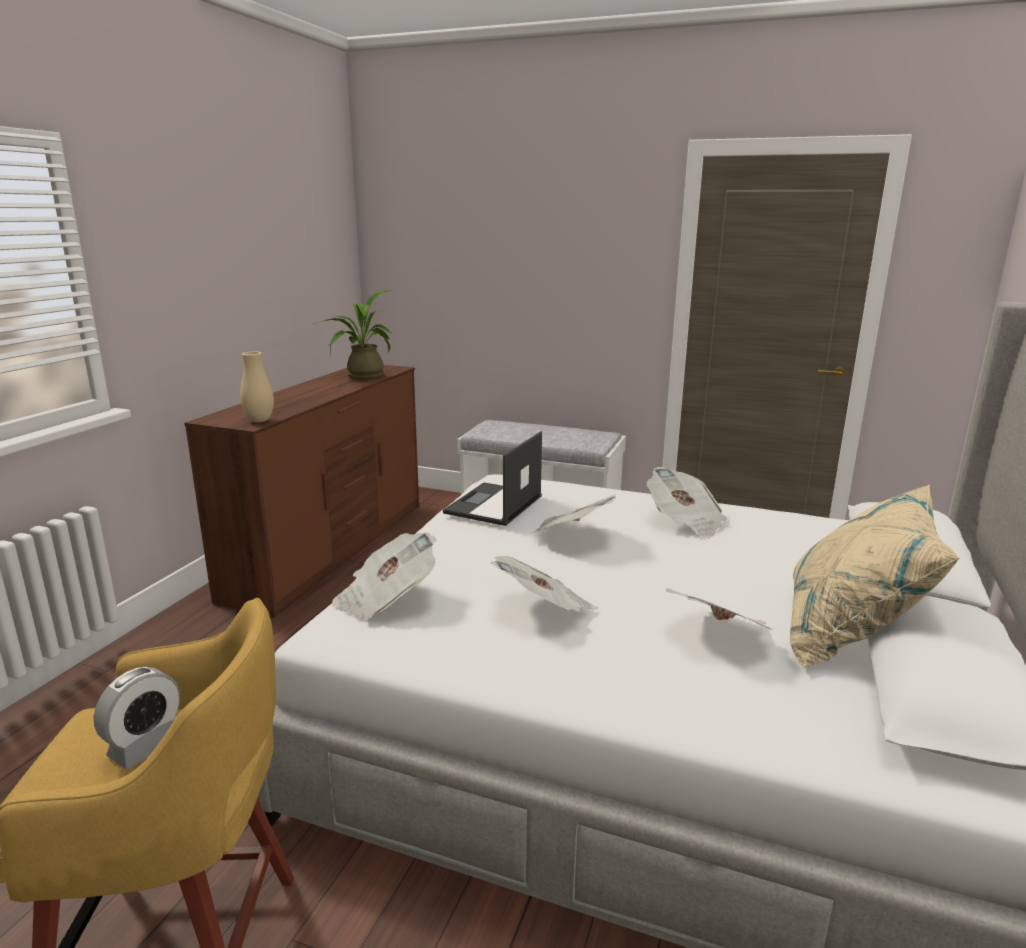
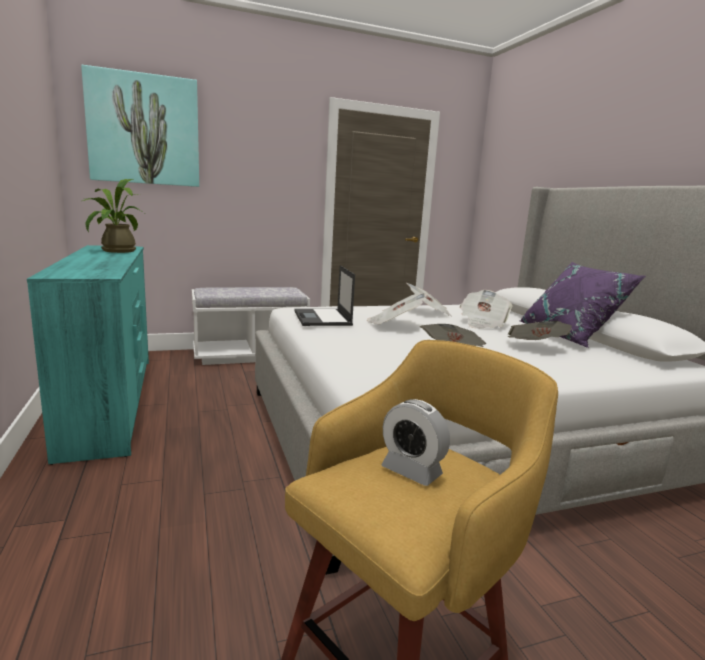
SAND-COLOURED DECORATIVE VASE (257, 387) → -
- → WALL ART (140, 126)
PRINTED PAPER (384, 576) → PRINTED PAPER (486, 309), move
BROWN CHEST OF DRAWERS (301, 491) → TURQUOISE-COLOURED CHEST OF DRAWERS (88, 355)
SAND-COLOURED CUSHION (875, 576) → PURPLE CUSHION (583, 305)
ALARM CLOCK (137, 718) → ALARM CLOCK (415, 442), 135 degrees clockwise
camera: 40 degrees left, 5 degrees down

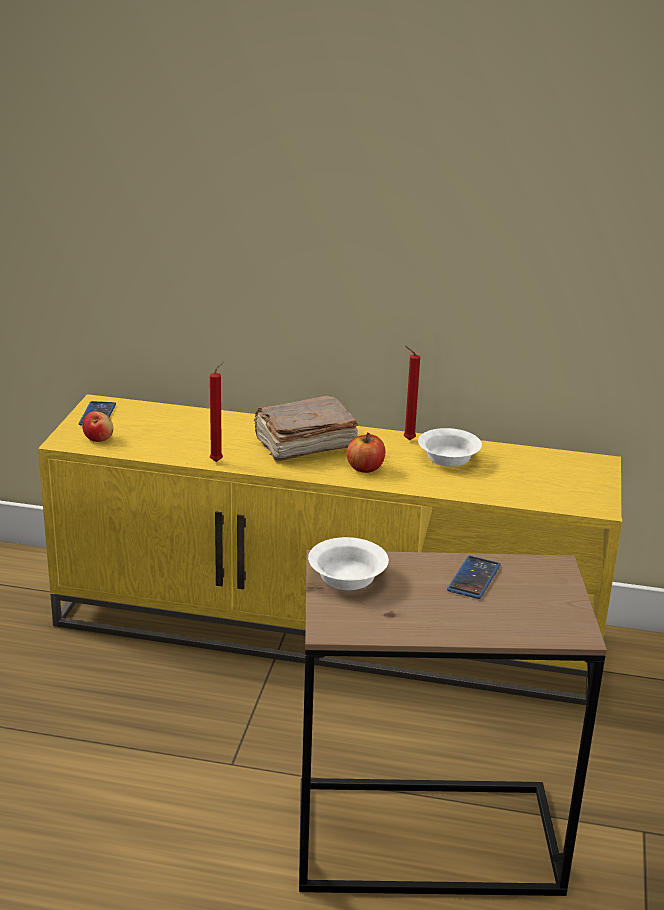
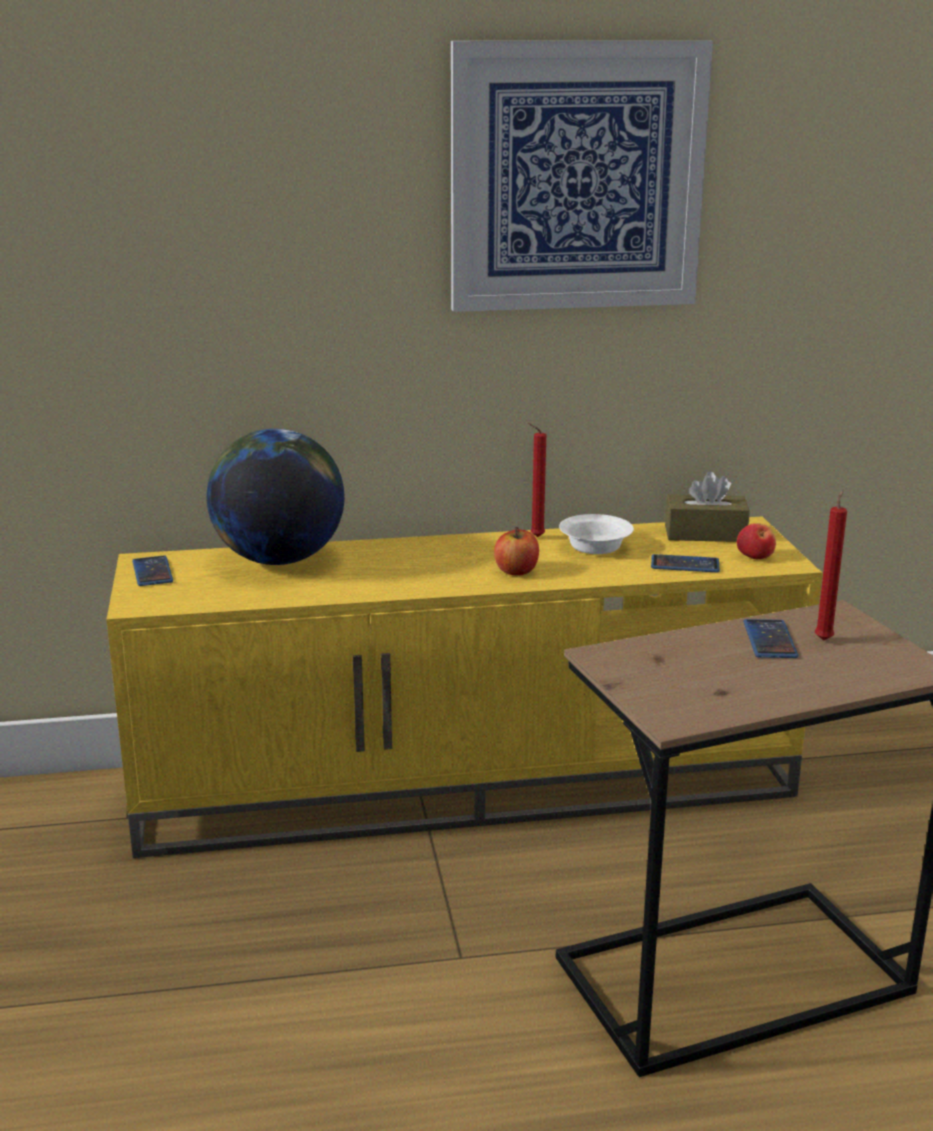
BROWN BOUND BOOK (305, 428) → -
WHITE DEEP DISH (348, 563) → -
- → DESK GLOBE (275, 497)
- → WALL ART (582, 176)
- → HANDSET (685, 563)
- → BROWN TISSUE BOX (707, 506)
WHOLE APPLE (97, 426) → WHOLE APPLE (756, 541), move
RED WAX LIGHT (217, 412) → RED WAX LIGHT (831, 565), move
camera: 20 degrees left, 5 degrees down

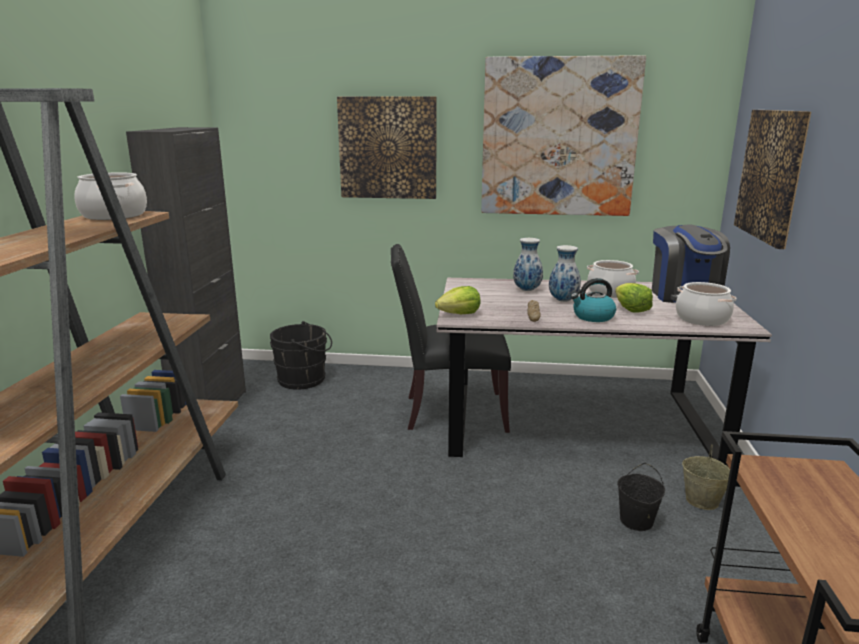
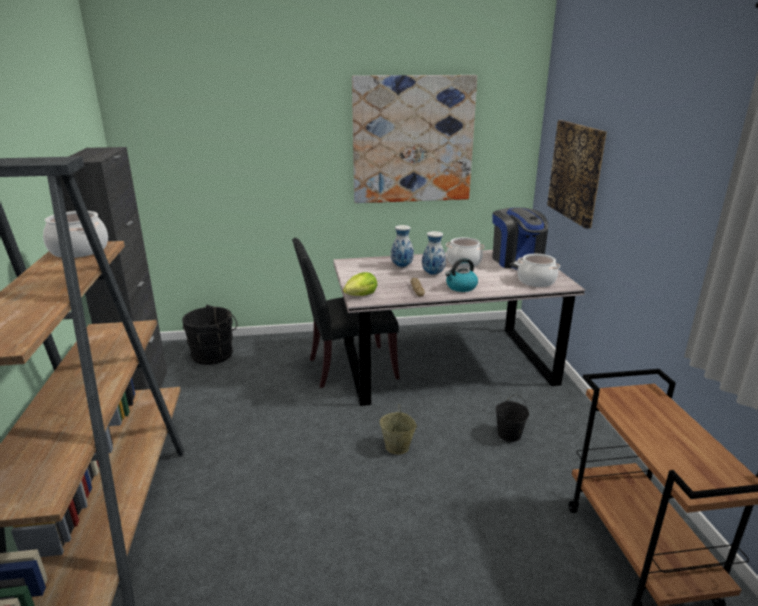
WALL ART (387, 148) → -
LETTUCE (634, 298) → -
SAND-COLOURED PAIL (706, 477) → SAND-COLOURED PAIL (398, 430), move
camera: 15 degrees left, 5 degrees up

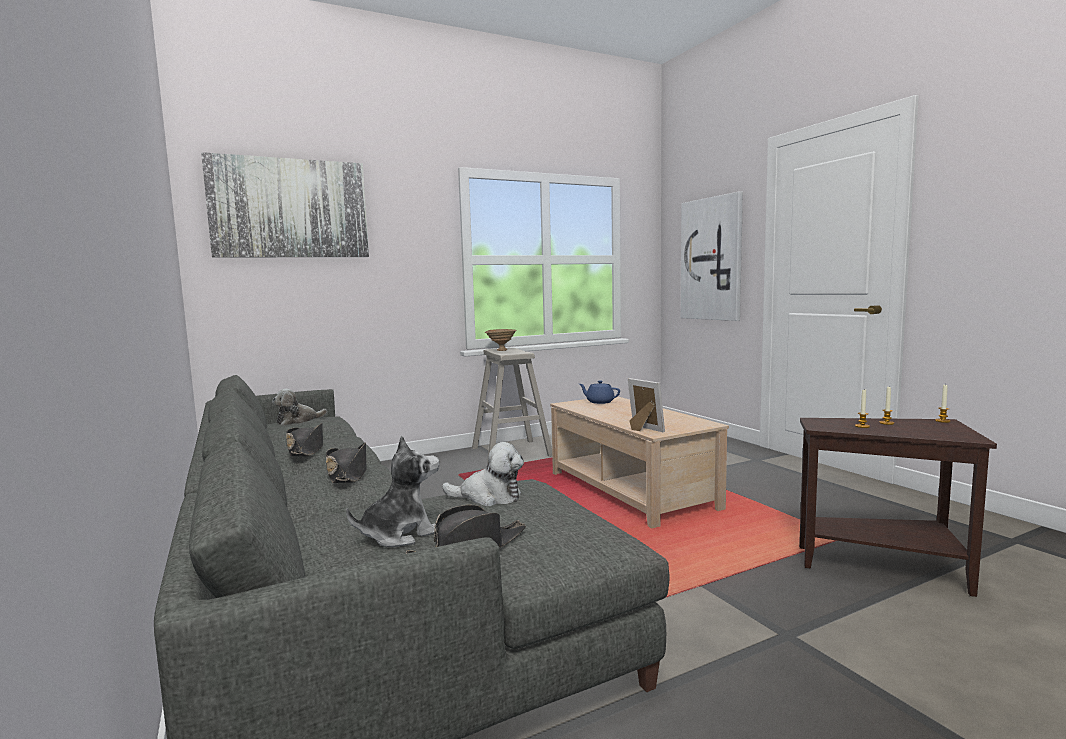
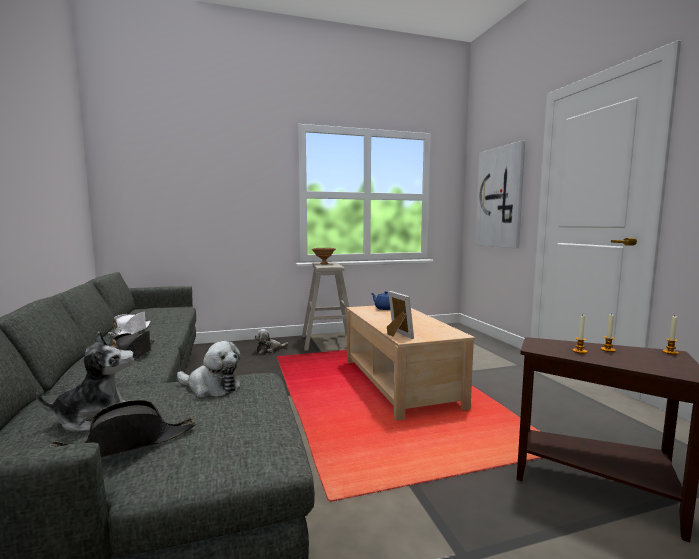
WALL ART (285, 205) → -
PLUSH TOY (299, 406) → PLUSH TOY (271, 341), move
BLACKISH HAT (304, 439) → WHITE HAT (129, 324)
camera: 10 degrees right, 0 degrees up

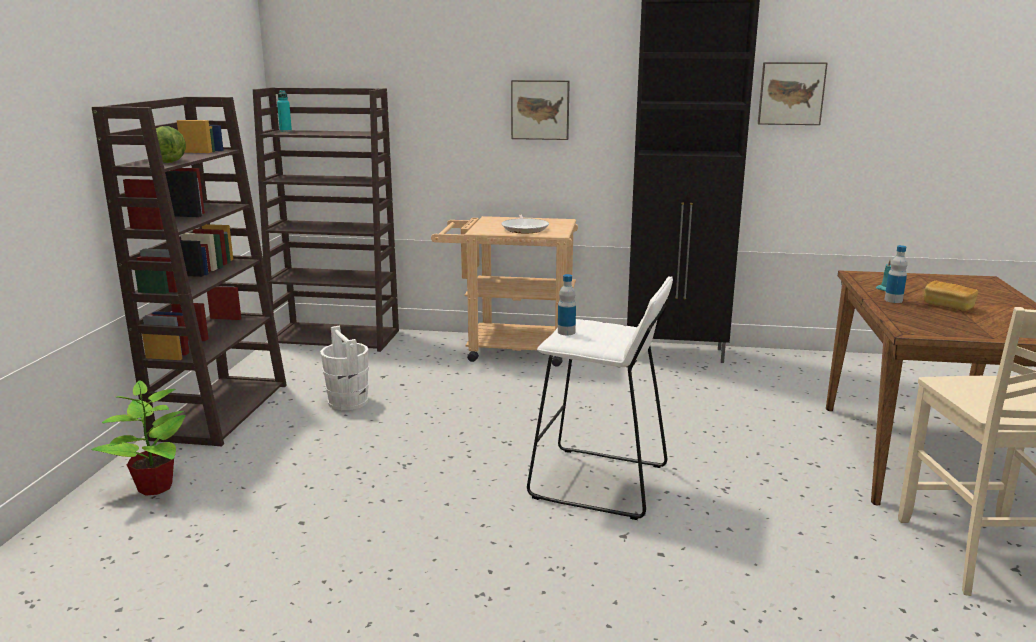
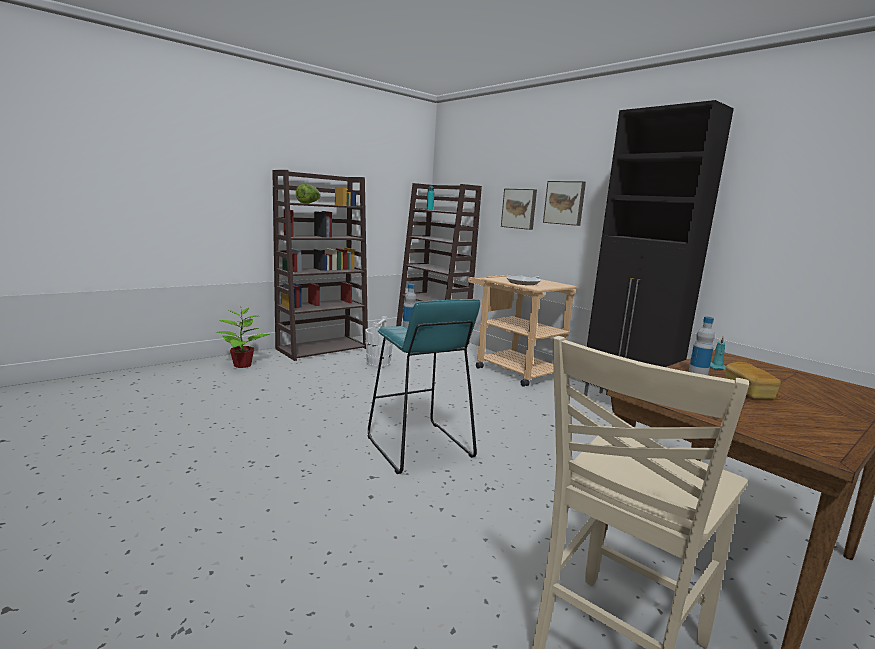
WALL ART (793, 93) → WALL ART (519, 209), move
WHITE STOOL (600, 398) → TURQUOISE-COLOURED STOOL (424, 386)
camera: 40 degrees right, 5 degrees down

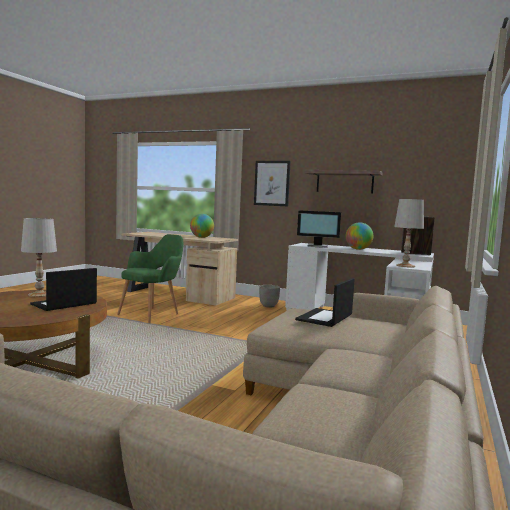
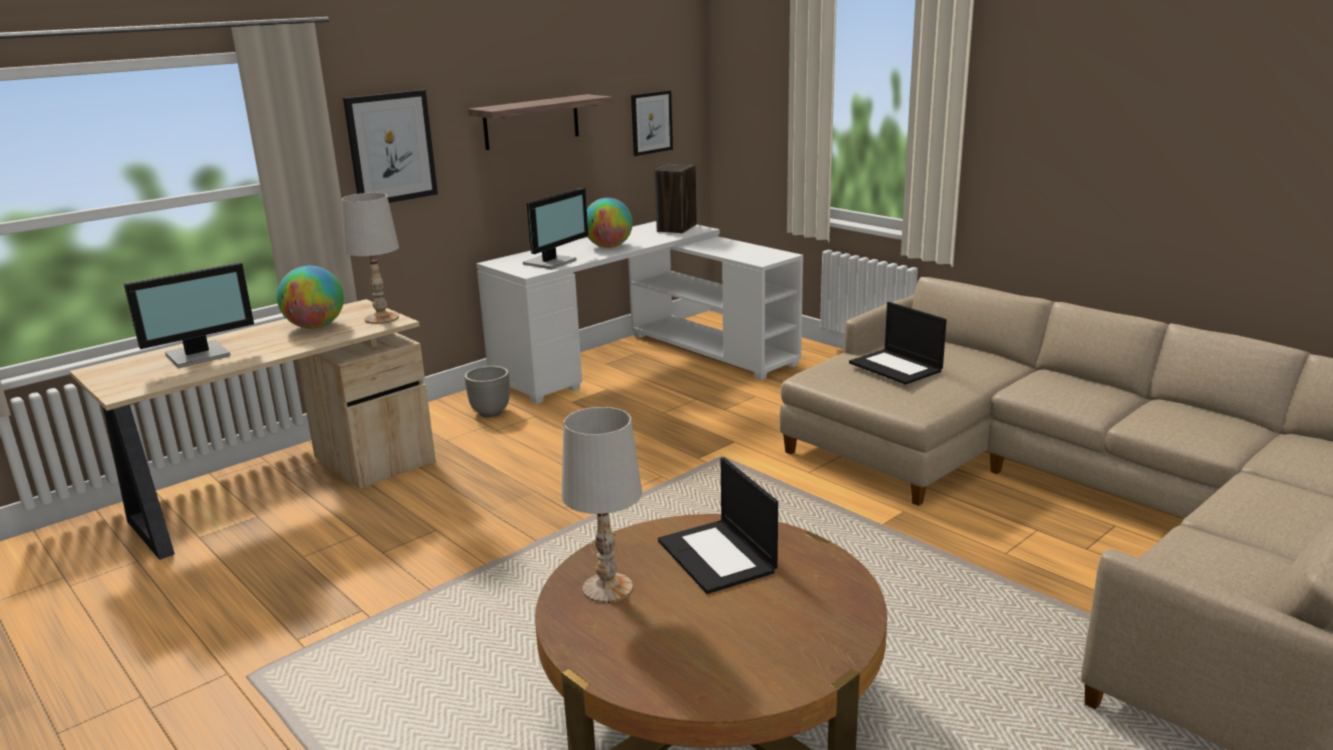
GREEN-COLOURED EASY CHAIR (150, 278) → -
- → COMPUTER DISPLAY (188, 315)
- → WALL ART (652, 123)
WHITE TABLETOP LAMP (409, 233) → WHITE TABLETOP LAMP (370, 258), move
camera: 65 degrees left, 15 degrees up

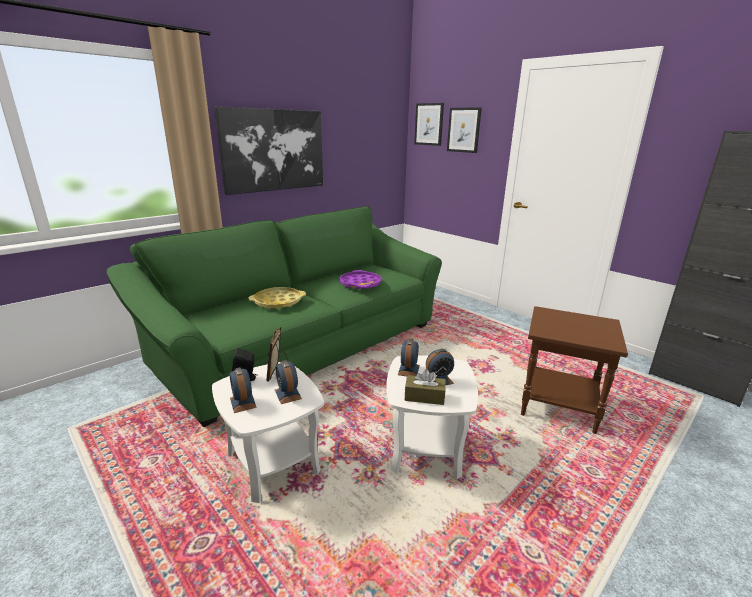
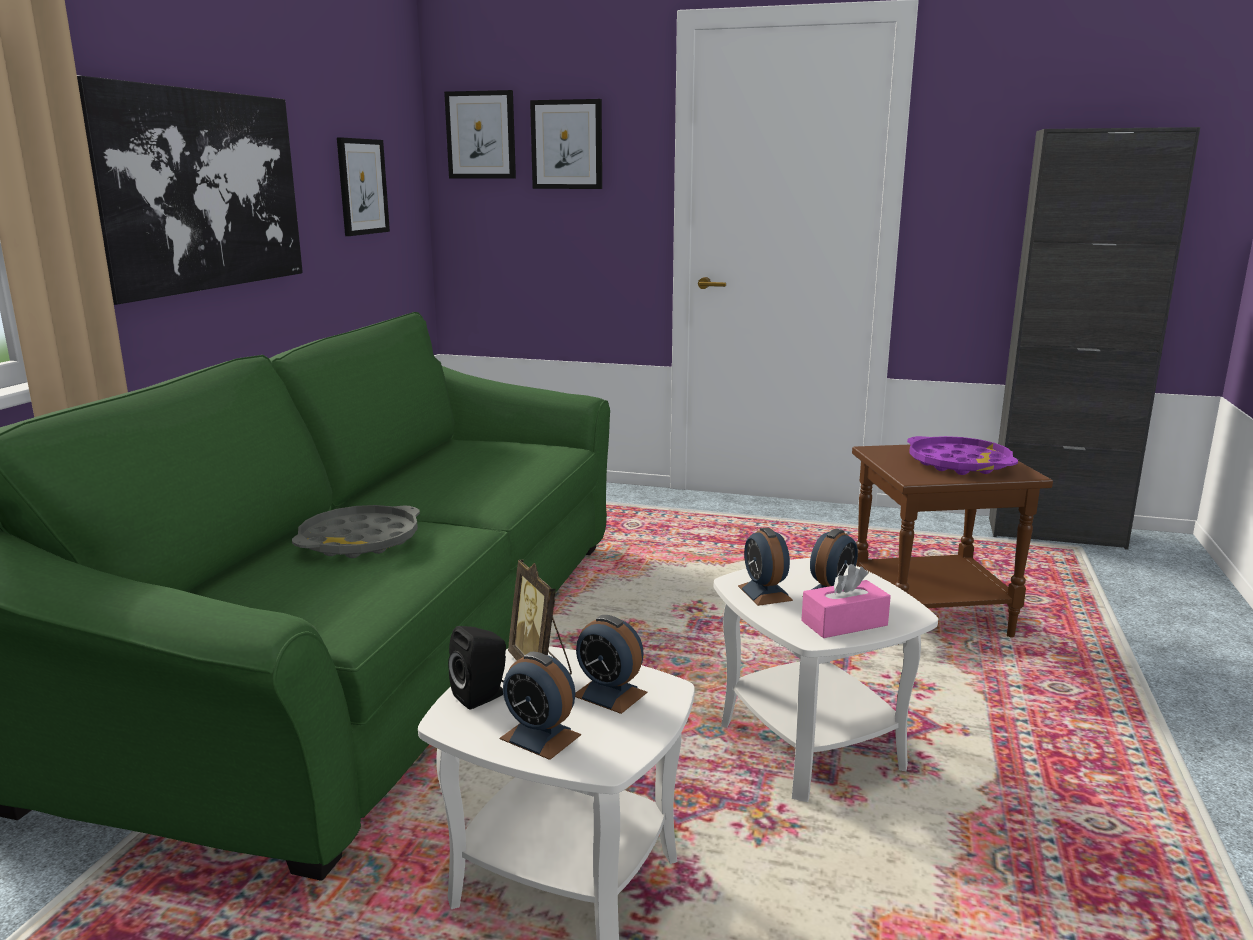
- → WALL ART (363, 186)
PURPLE SERVING TRAY (360, 280) → PURPLE SERVING TRAY (962, 455), move
YELLOWISH SERVING TRAY (277, 298) → GRAY SERVING TRAY (356, 531)
BROWN TISSUE BOX (425, 387) → PINK-COLOURED TISSUE BOX (846, 601)
camera: 30 degrees left, 5 degrees down

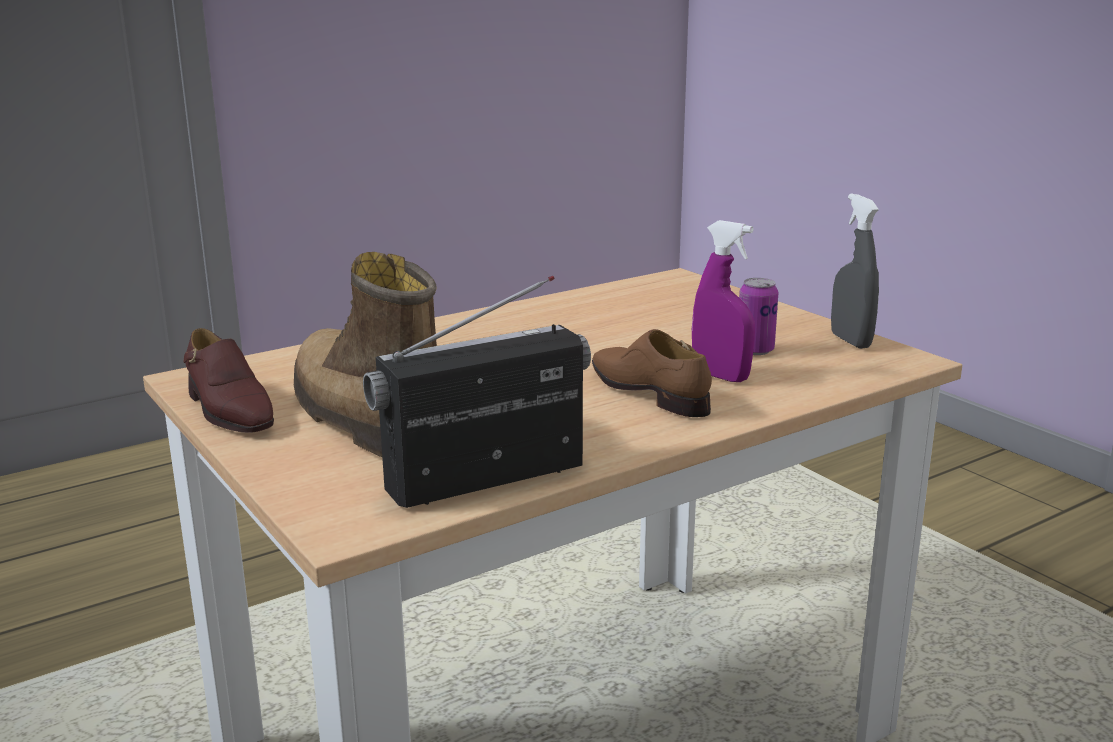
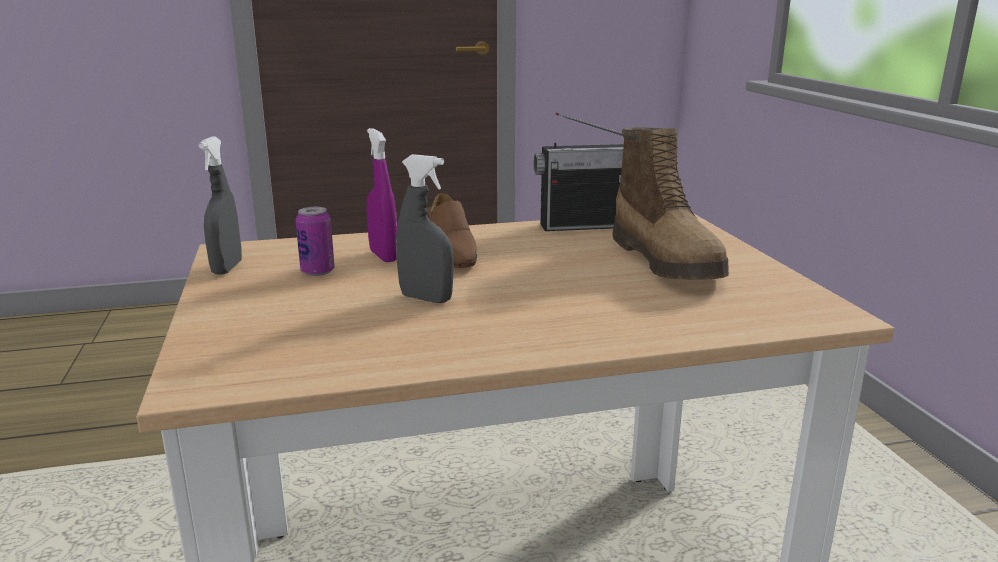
BROWN LOW SHOE (229, 380) → -
- → GRAY SPRAYER (425, 228)
camera: 160 degrees left, 0 degrees up

